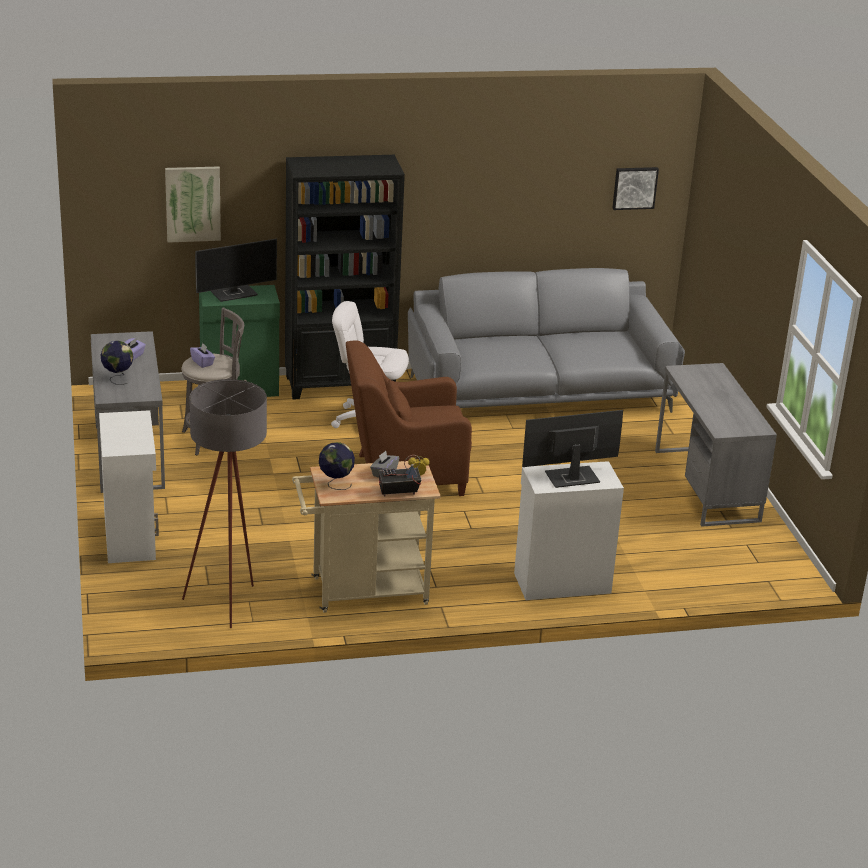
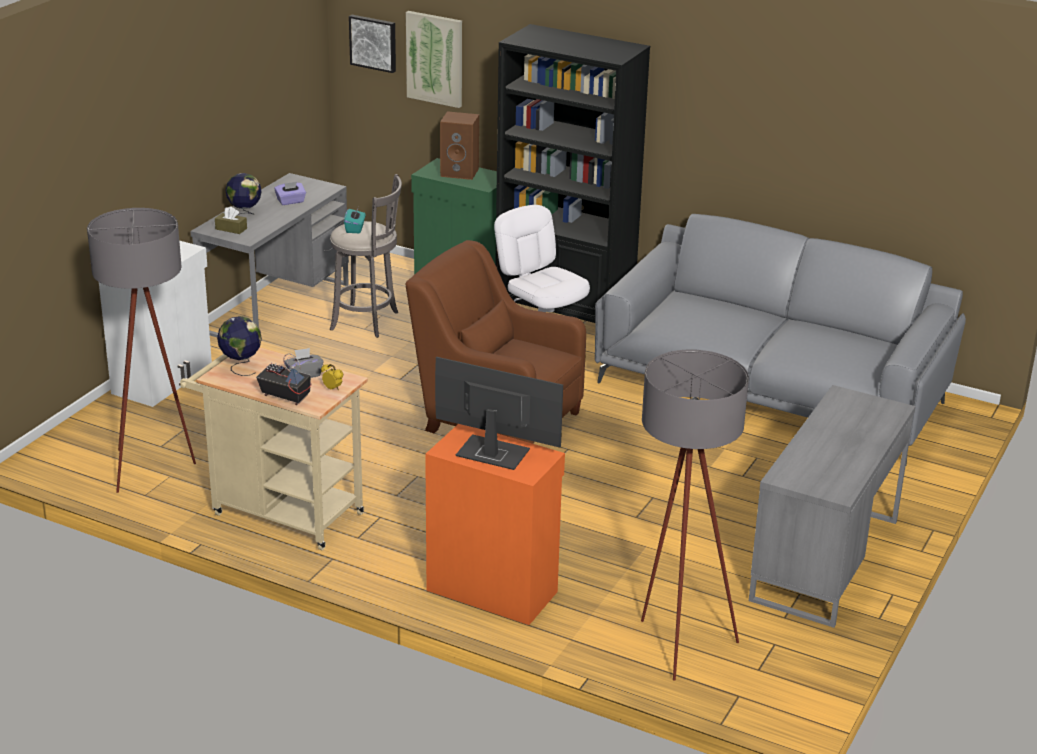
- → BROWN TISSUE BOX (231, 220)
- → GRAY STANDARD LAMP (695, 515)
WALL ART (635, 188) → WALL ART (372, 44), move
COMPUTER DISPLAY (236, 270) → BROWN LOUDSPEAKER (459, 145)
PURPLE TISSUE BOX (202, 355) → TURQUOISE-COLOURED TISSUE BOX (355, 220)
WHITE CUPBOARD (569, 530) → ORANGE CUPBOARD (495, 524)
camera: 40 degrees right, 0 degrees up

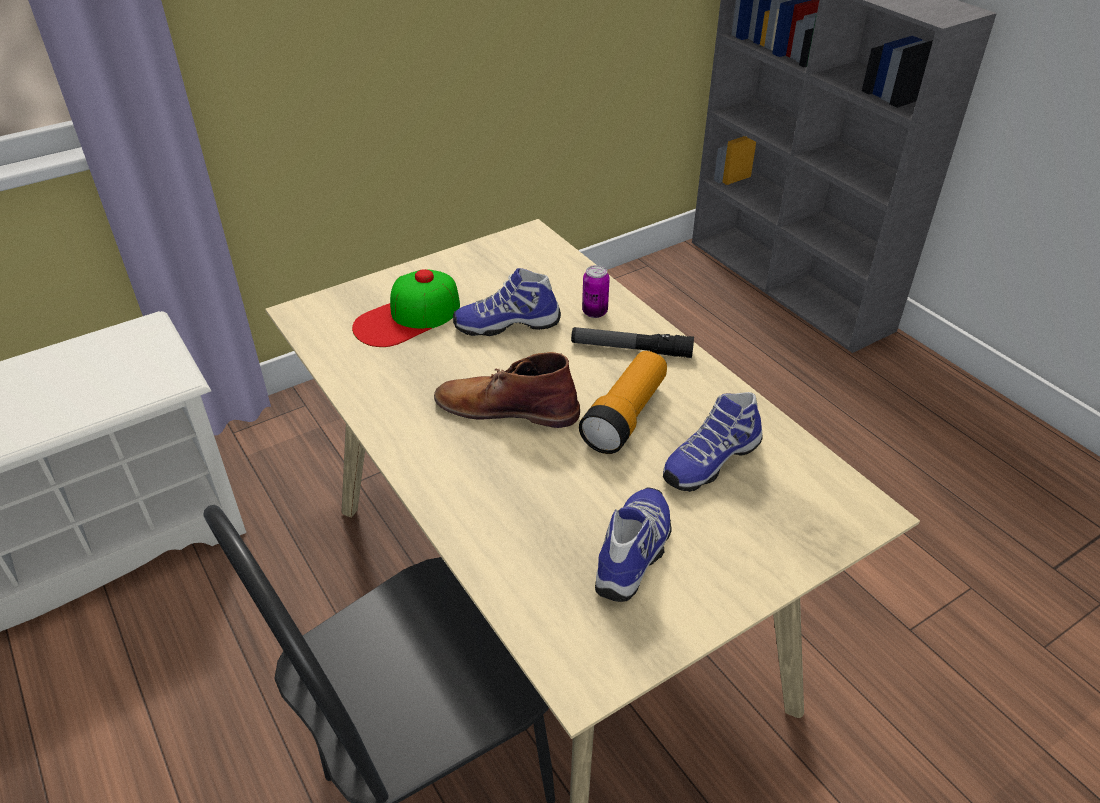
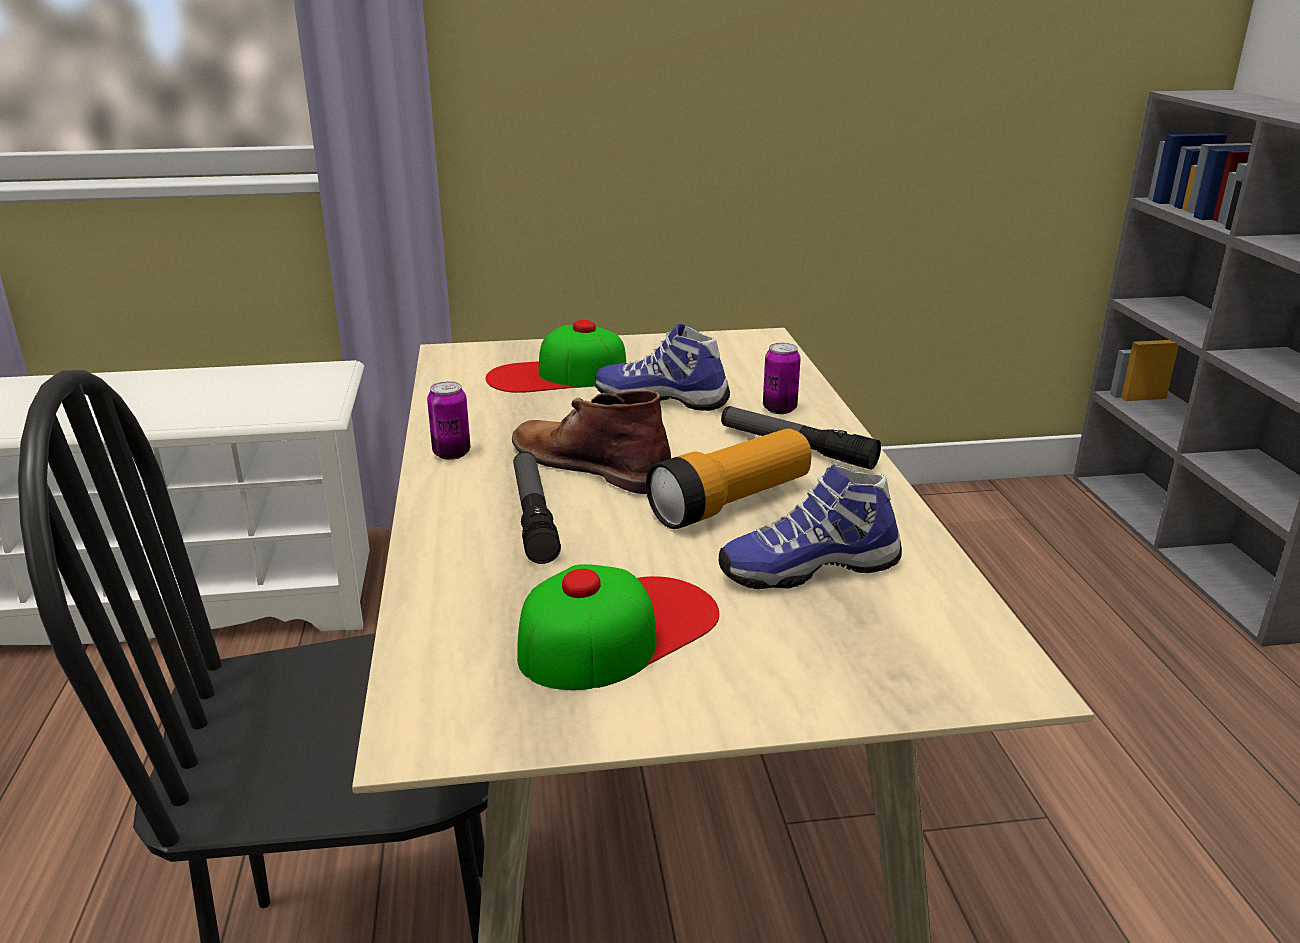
- → CAN (449, 420)
- → FLASHLIGHT (537, 507)
LOW SHOE (633, 544) → PEAKED CAP (618, 627)
camera: 25 degrees right, 15 degrees down

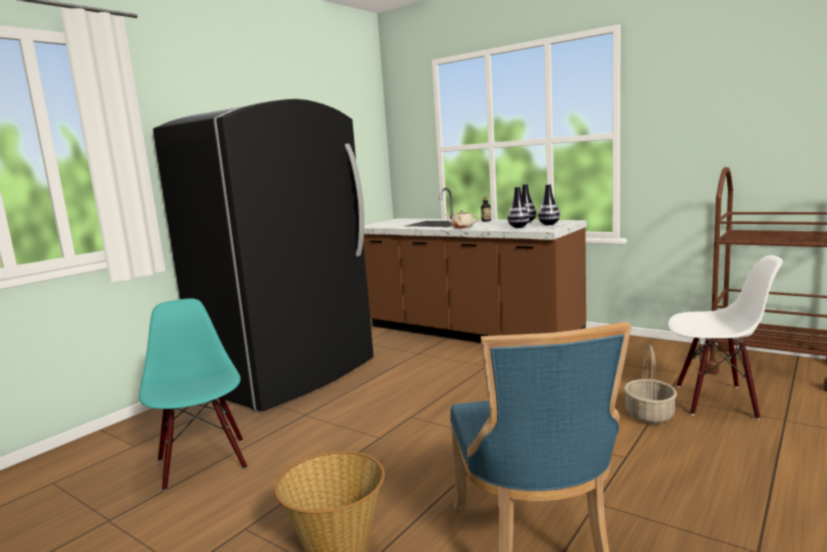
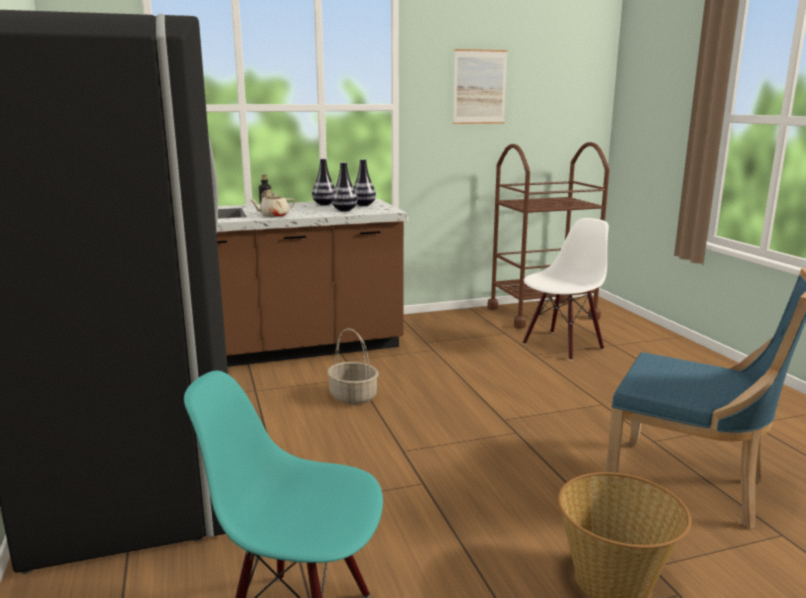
- → WALL ART (480, 86)
HOUSEHOLD BASKET (650, 384) → HOUSEHOLD BASKET (352, 366), move
camera: 55 degrees left, 5 degrees up

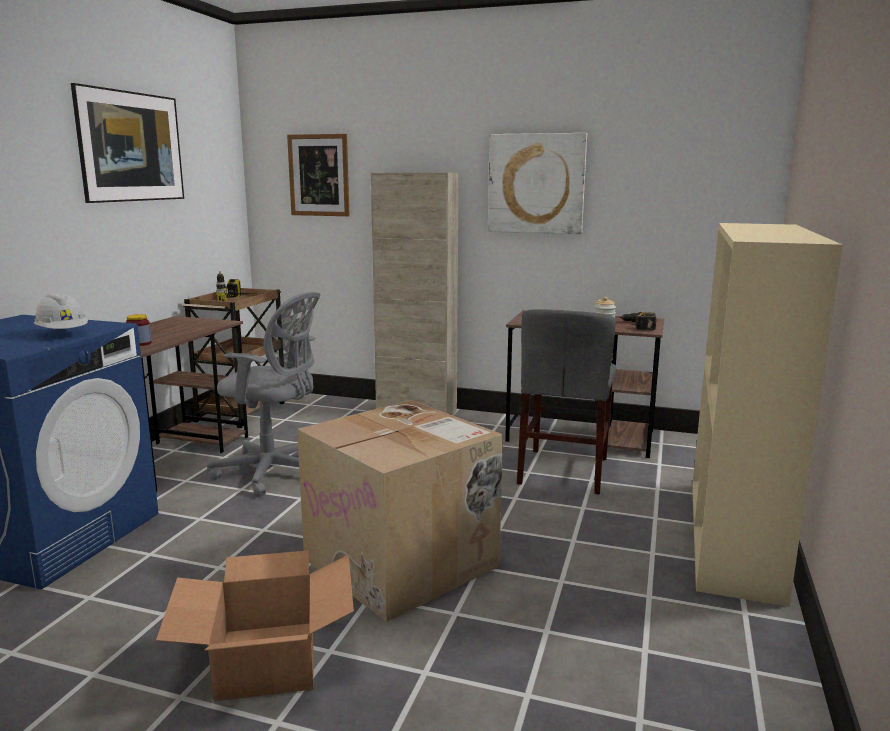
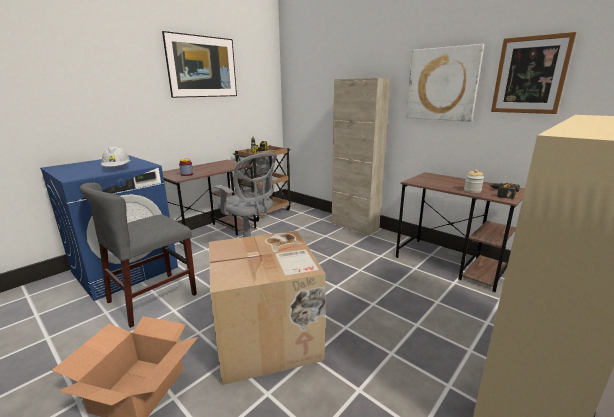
WALL ART (318, 175) → WALL ART (533, 73), move
GRAY CHAIR (566, 402) → GRAY CHAIR (138, 255), move
camera: 25 degrees right, 5 degrees up

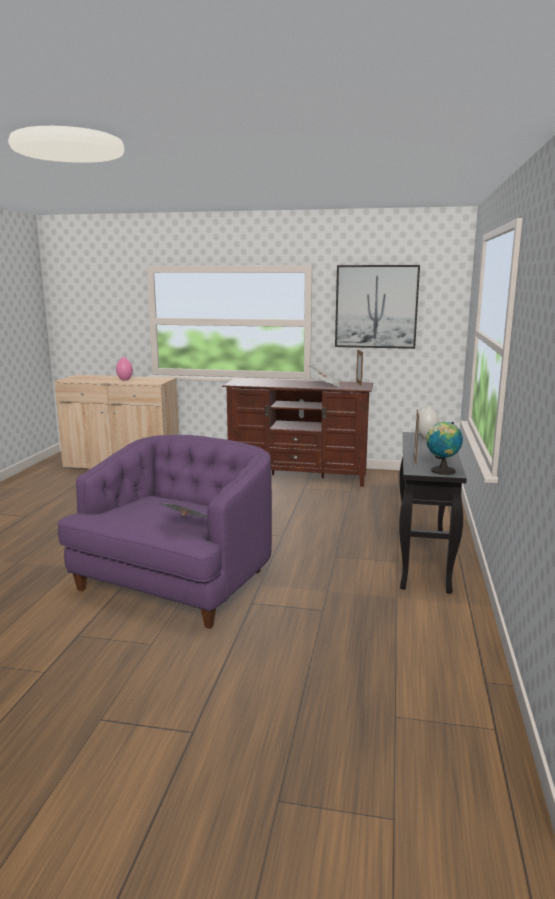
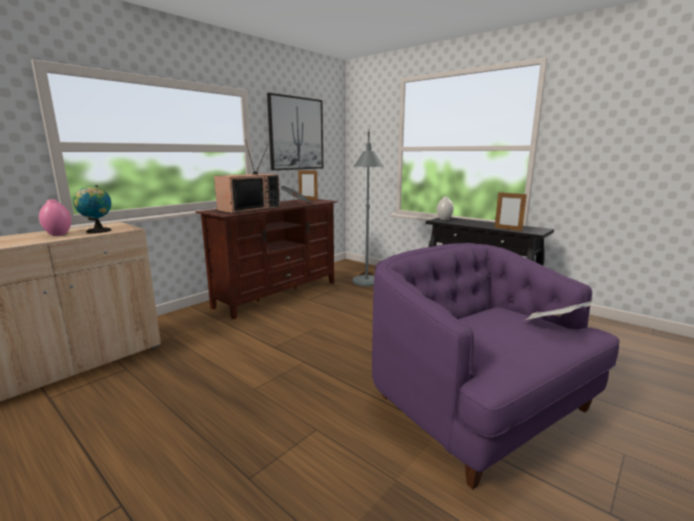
- → TV (247, 177)
- → GRAY STANDARD LAMP (368, 208)
DESK GLOBE (444, 448) → DESK GLOBE (92, 209), move
camera: 60 degrees left, 0 degrees up

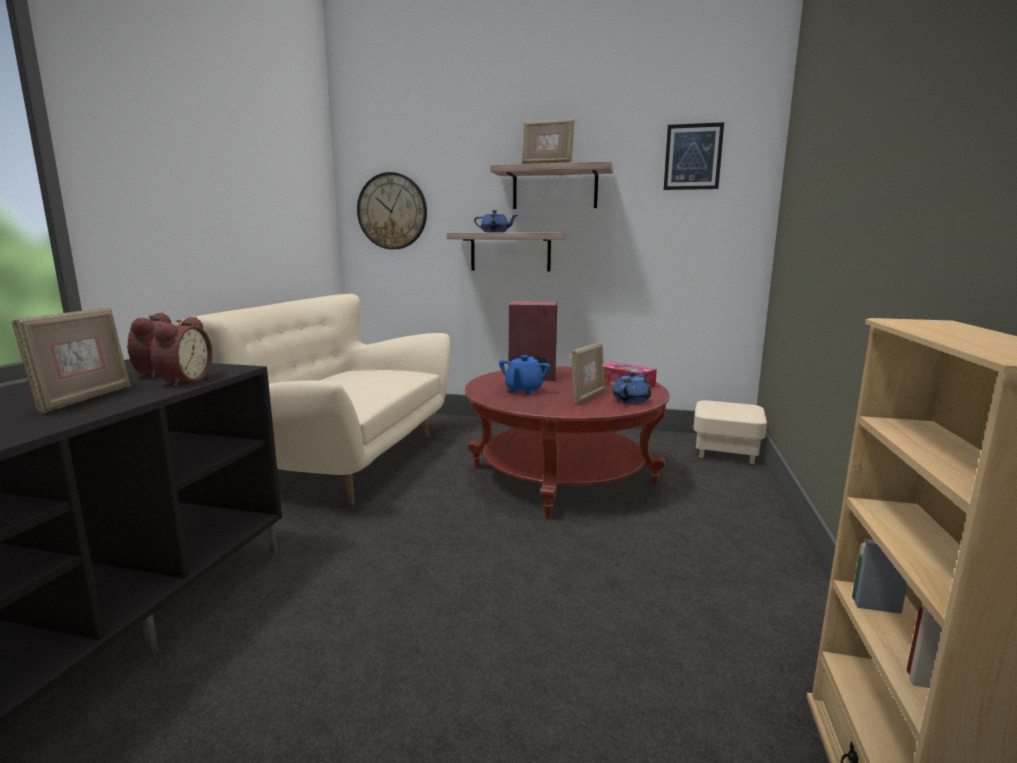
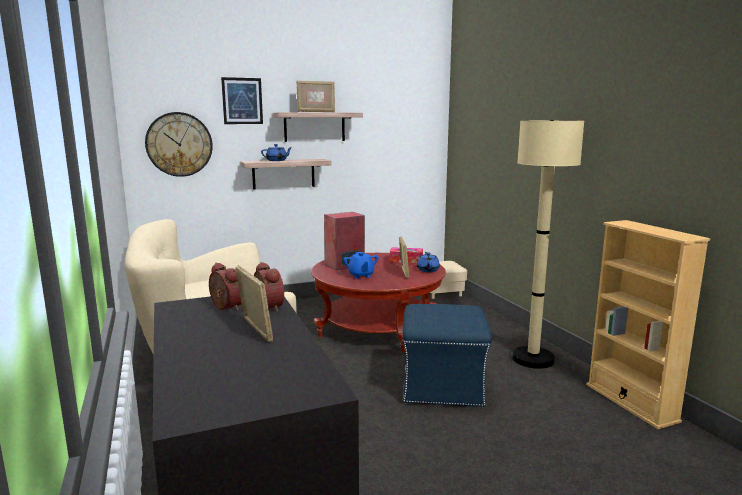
- → BLUE-COLOURED POUFFE (447, 355)
- → SAND-COLOURED STANDARD LAMP (548, 244)
WALL ART (694, 156) → WALL ART (242, 100), move
camera: 35 degrees left, 0 degrees up

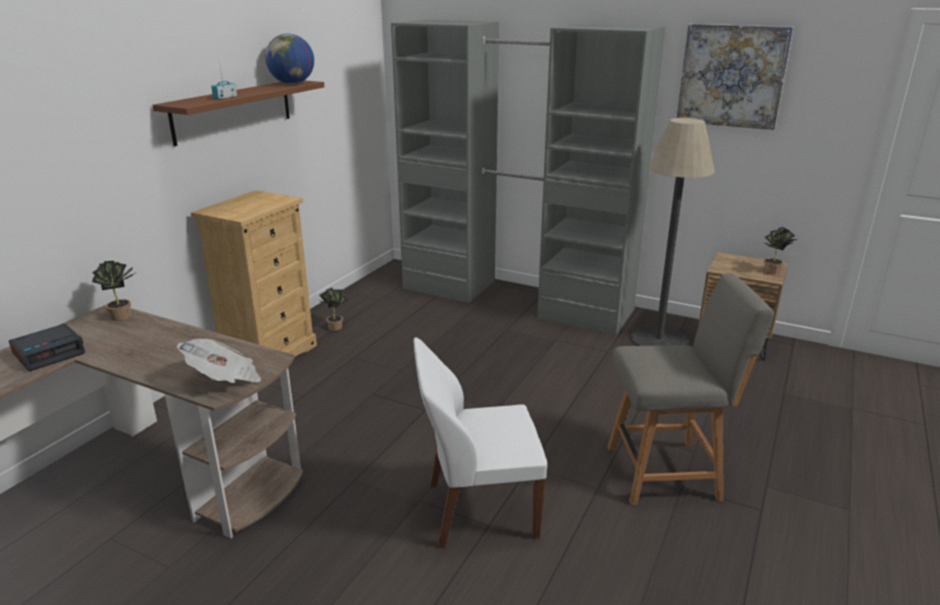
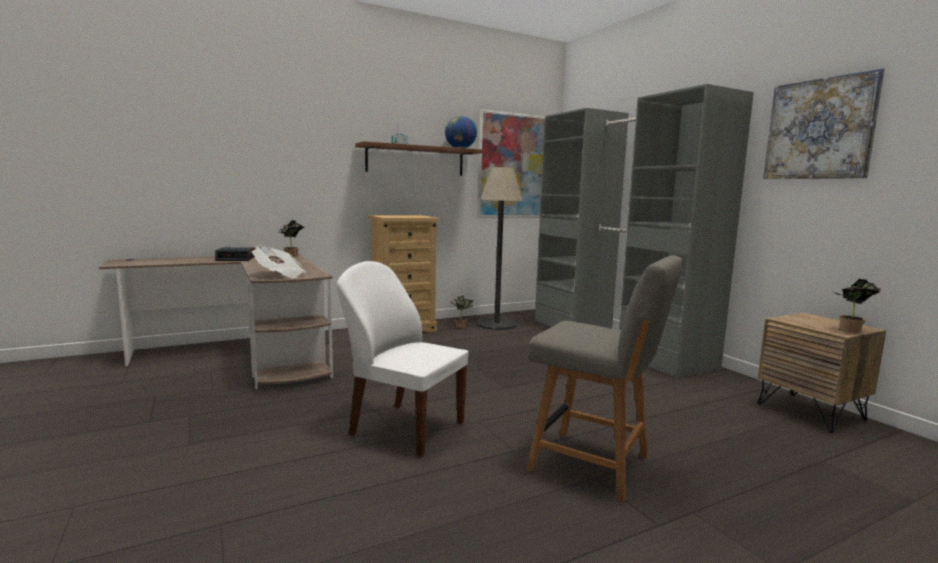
- → WALL ART (511, 163)
STANDARD LAMP (672, 232) → STANDARD LAMP (500, 248), move
camera: 35 degrees right, 15 degrees down

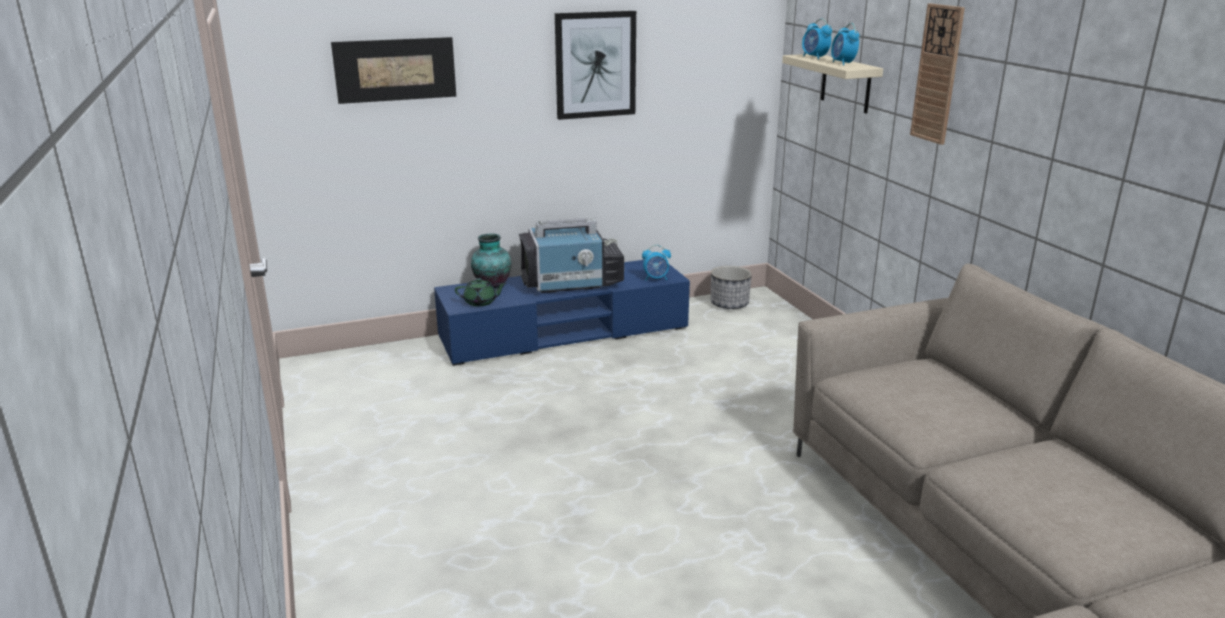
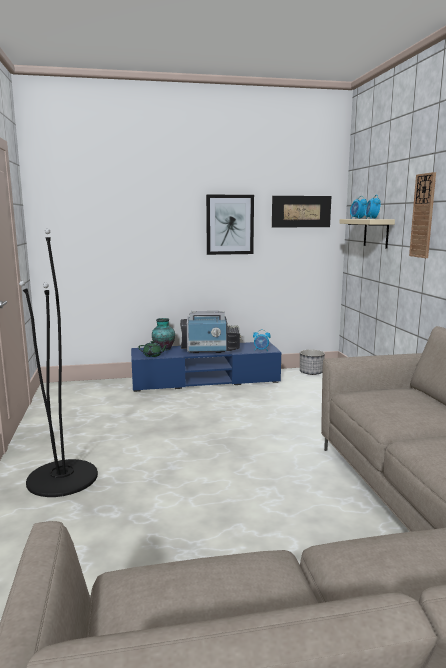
- → BLACKISH STANDARD LAMP (58, 363)
WALL ART (393, 70) → WALL ART (301, 212), move
camera: 10 degrees right, 10 degrees down

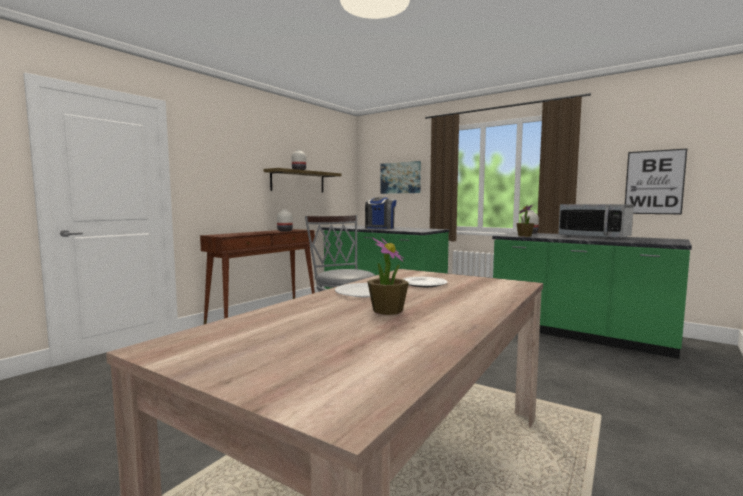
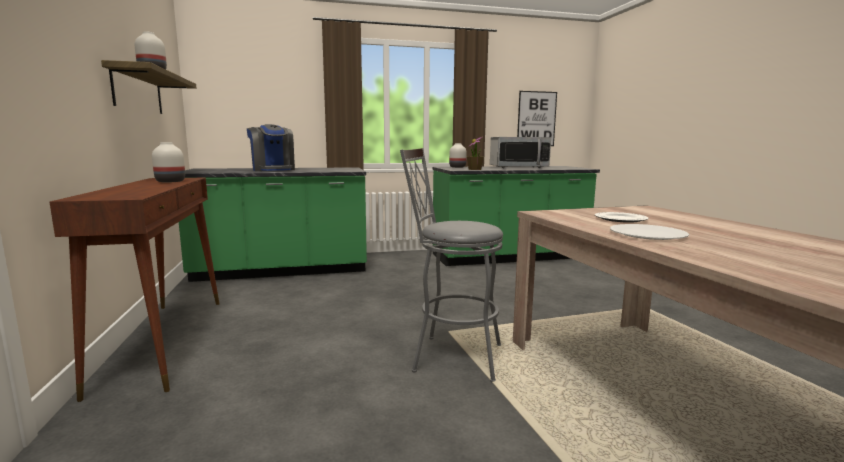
PLANT IN A POT (388, 276) → -
WALL ART (400, 177) → -
camera: 50 degrees left, 5 degrees up

